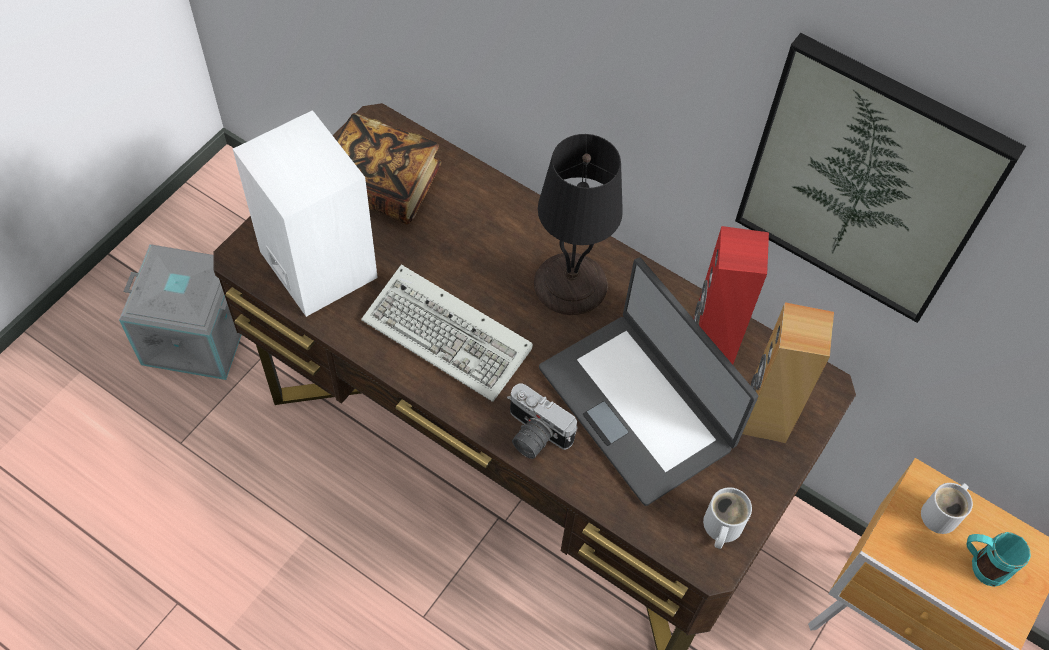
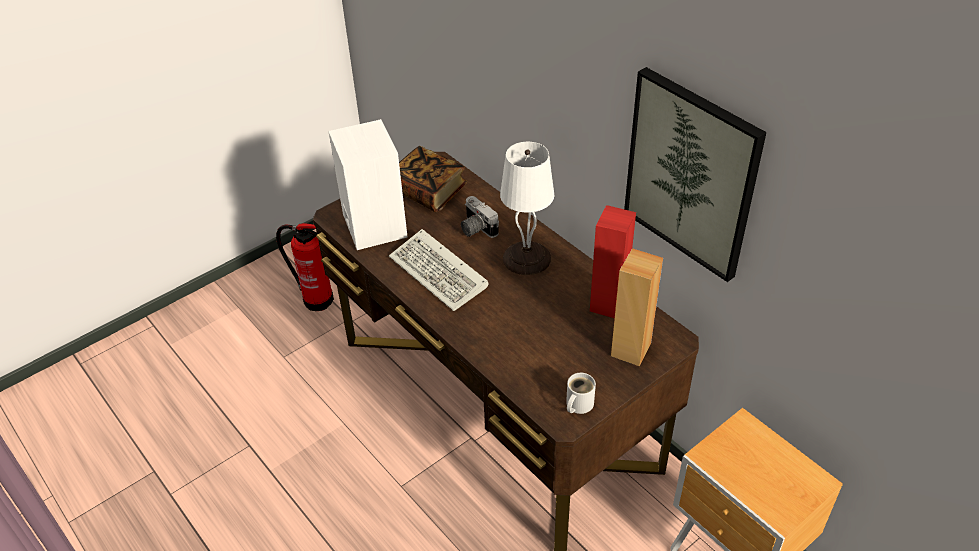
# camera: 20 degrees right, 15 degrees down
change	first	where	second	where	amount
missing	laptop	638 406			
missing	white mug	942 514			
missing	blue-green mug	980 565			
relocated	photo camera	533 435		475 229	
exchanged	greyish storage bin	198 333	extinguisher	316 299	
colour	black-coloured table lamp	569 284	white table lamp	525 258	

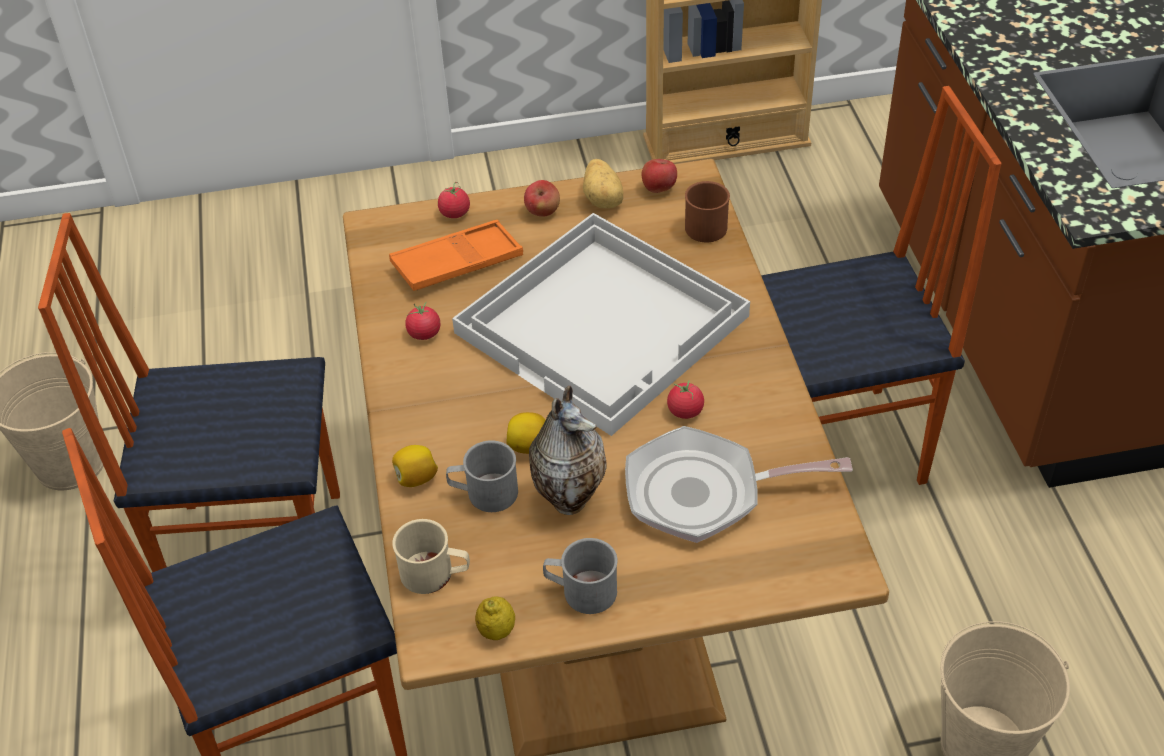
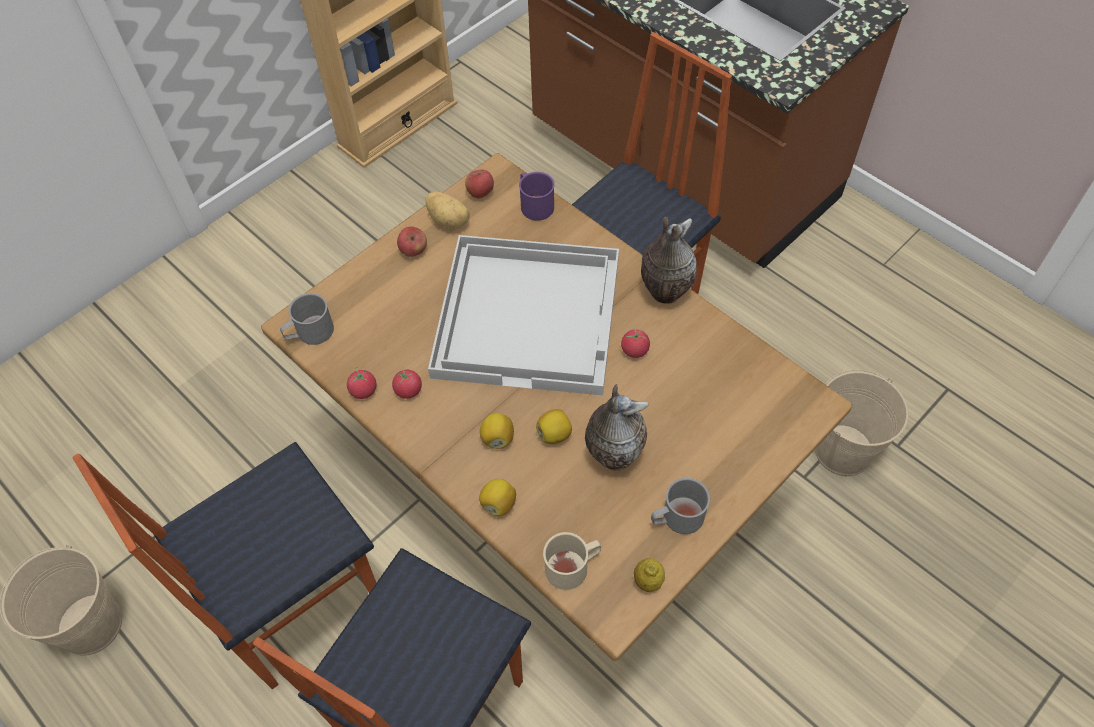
# camera: 35 degrees left, 10 degrees up
change	first	where	second	where	amount
missing	orange-coloured tray	457 263			
missing	pan	704 493			
appeared			citrus fruit	497 438	
appeared			decorative vase	663 293	
relocated	tomato	455 213		363 390	
relocated	greyish mug	484 493		310 333	
colour	brown mug	706 223	purplish mug	534 204	

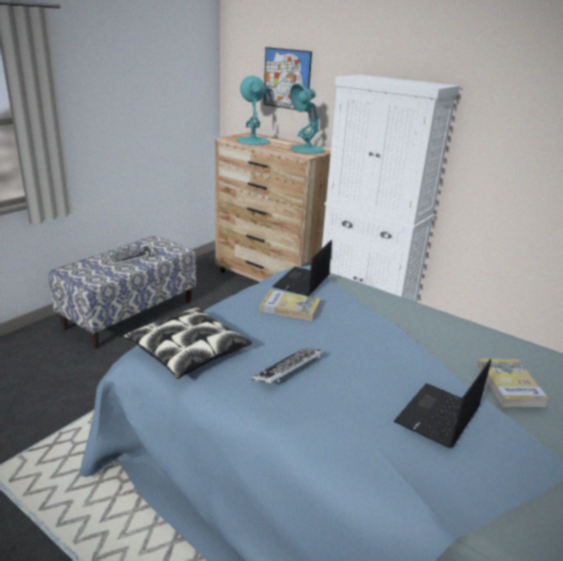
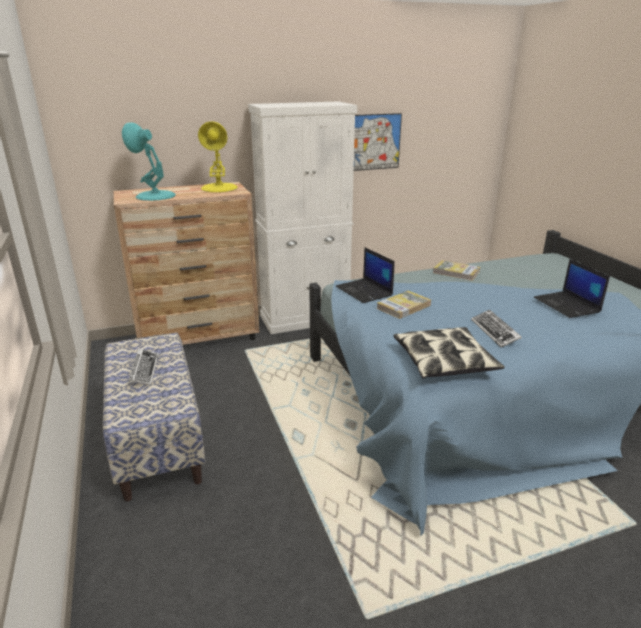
# camera: 55 degrees left, 0 degrees up
change	first	where	second	where	amount
relocated	wall picture	287 79		375 142	
relocated	volume	509 385		456 272	
colour	blue-green table lamp	307 149	yellow table lamp	219 188	

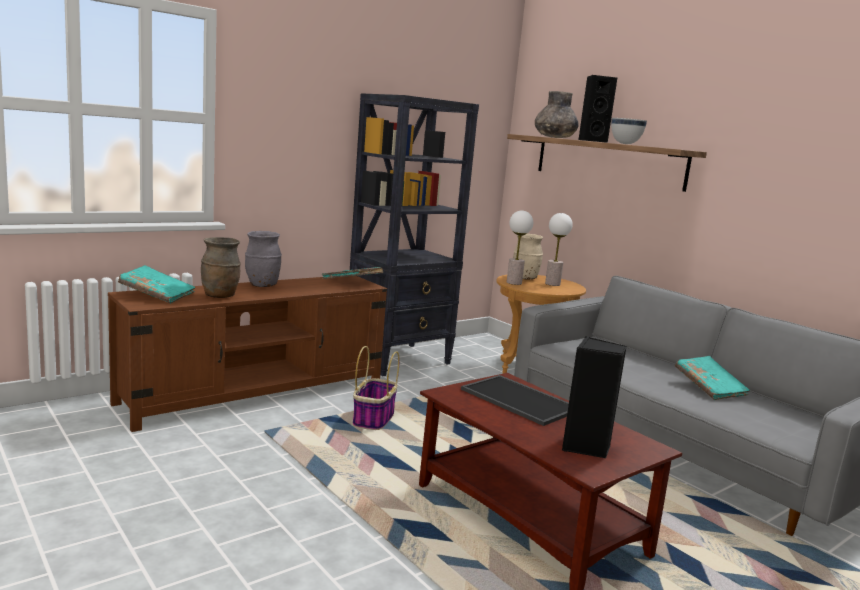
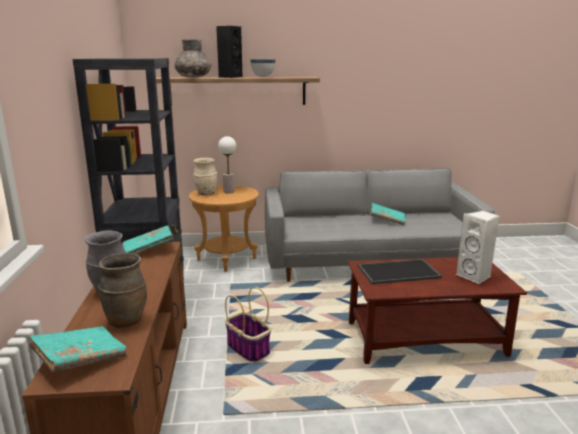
# camera: 55 degrees left, 5 degrees up
change	first	where	second	where	amount
missing	table lamp	514 283			
colour	black-coloured audio speaker	586 447	white audio speaker	475 276	

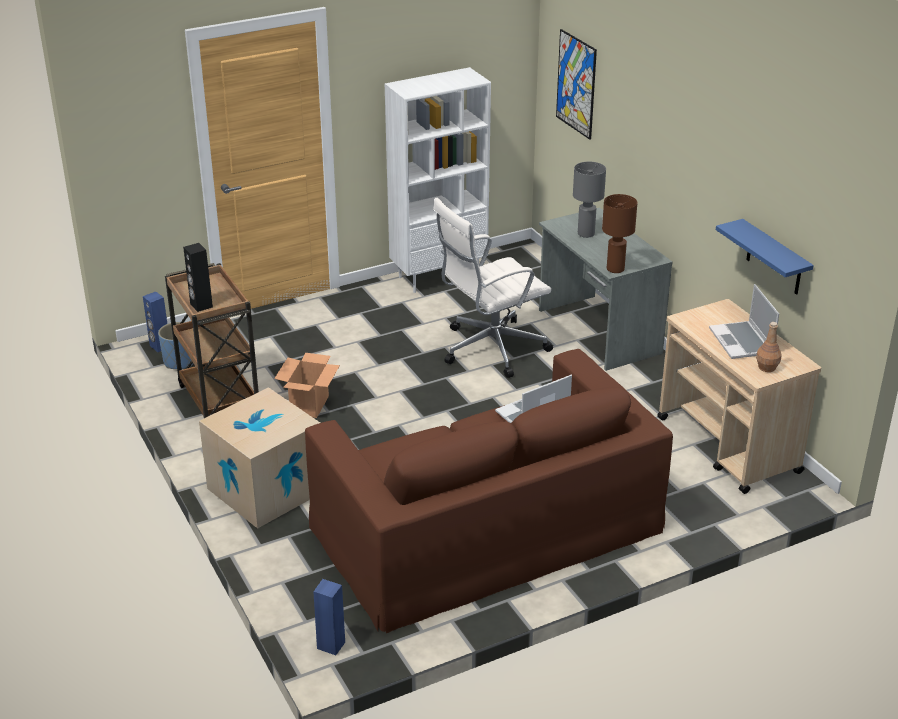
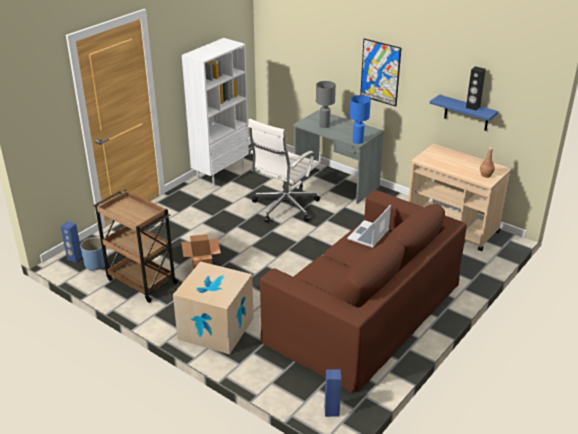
# camera: 25 degrees left, 0 degrees up
change	first	where	second	where	amount
missing	laptop	742 342			
relocated	black-coloured audio speaker	201 305		472 107	
relocated	wall picture	576 84		380 72	
colour	brown table lamp	616 269	blue table lamp	358 141	

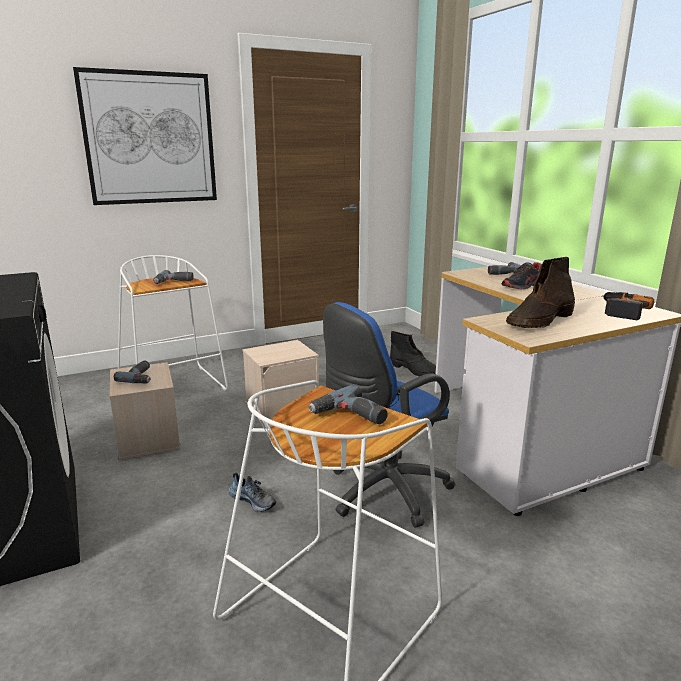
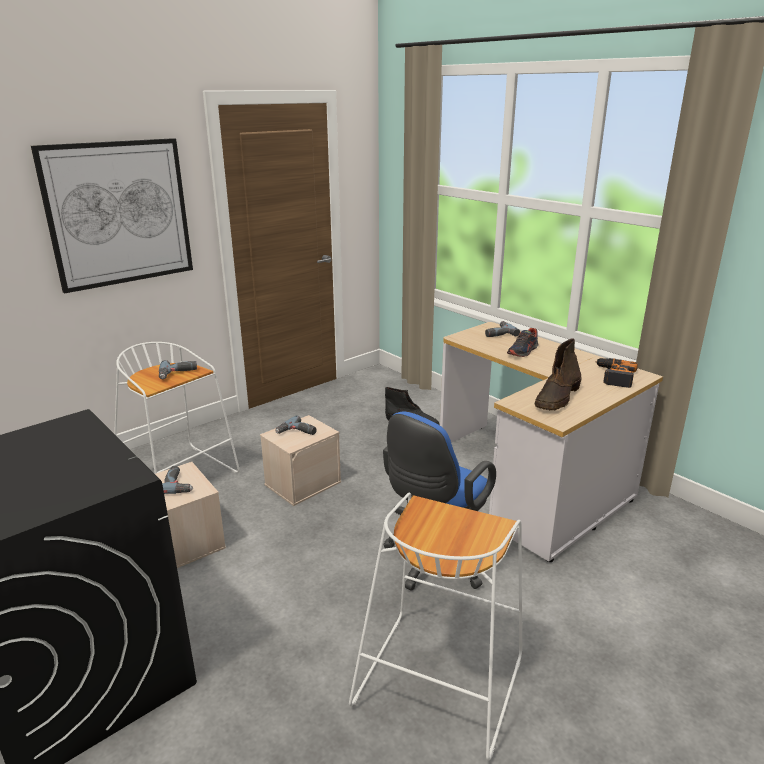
# camera: 15 degrees left, 5 degrees up
change	first	where	second	where	amount
missing	shoe	253 500			
relocated	drill	349 416		296 432	

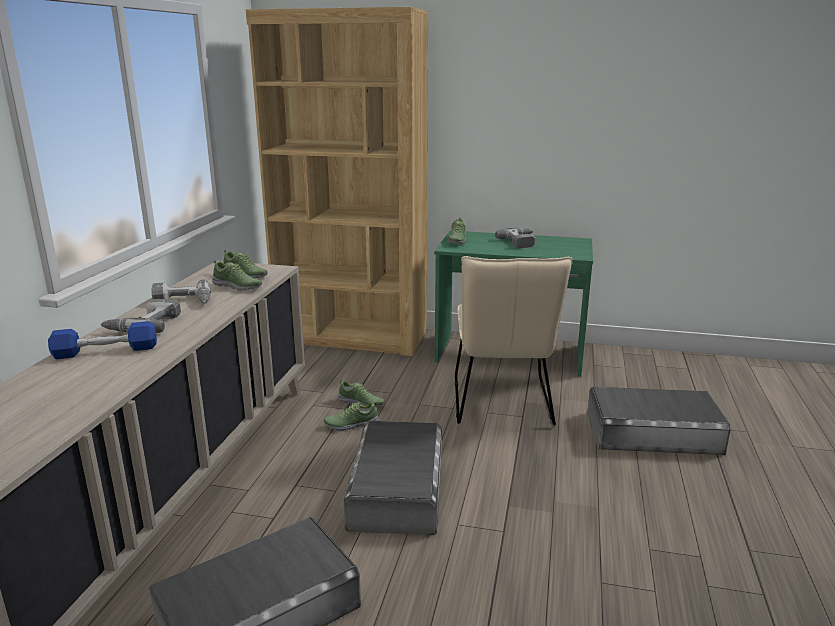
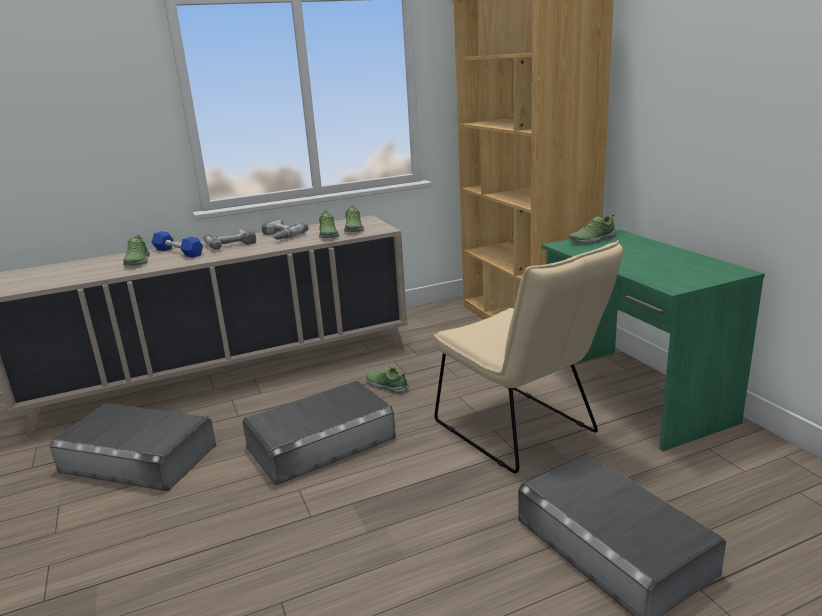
# camera: 55 degrees right, 0 degrees up
change	first	where	second	where	amount
missing	drill	522 242			
relocated	shoe	361 403		137 261	
spun	sand-coloured chair	502 404		521 432	90 degrees counterclockwise

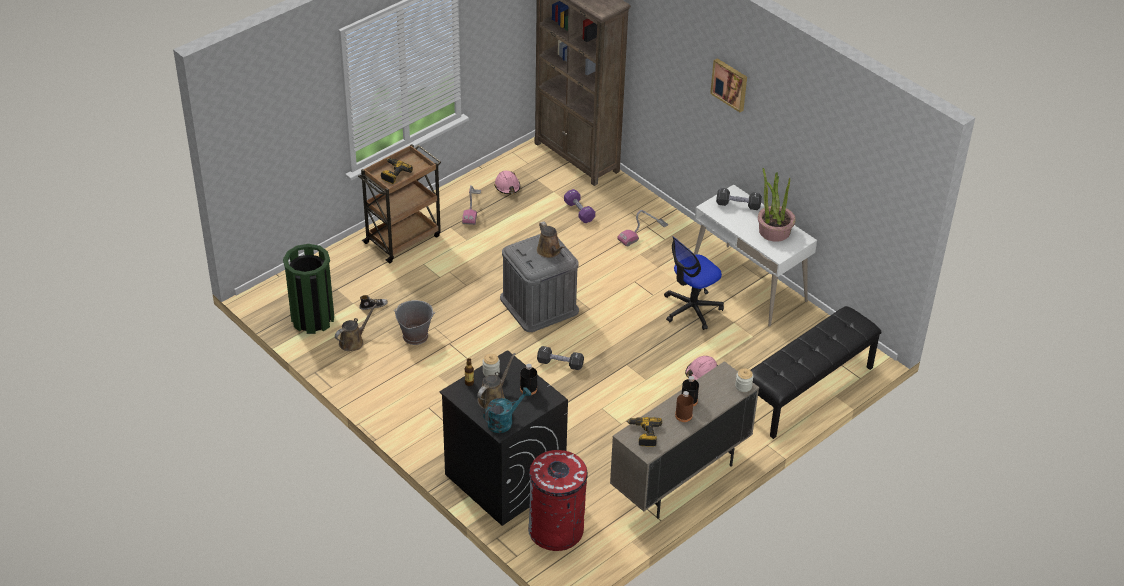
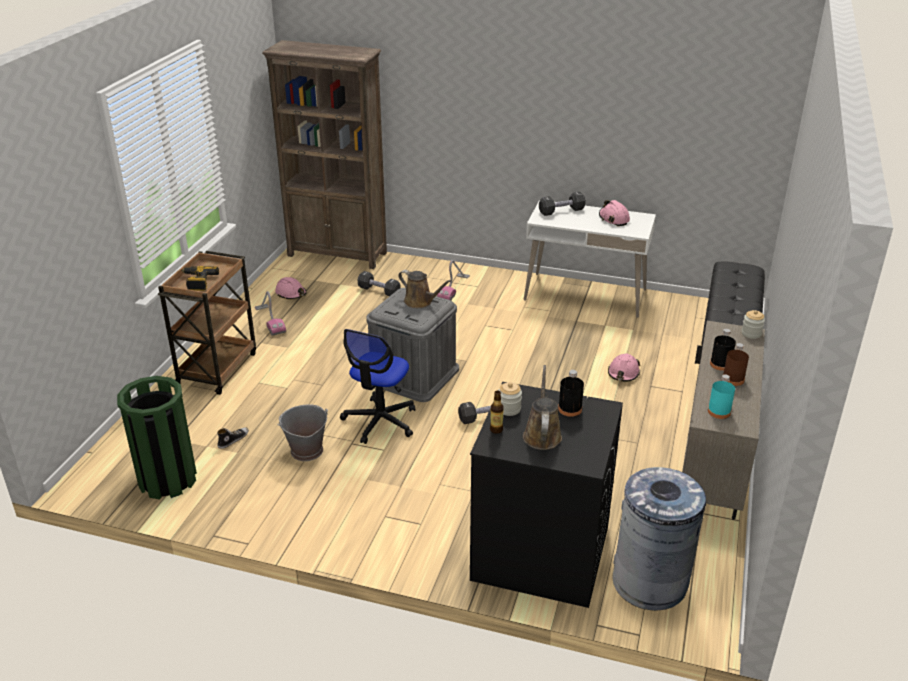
# camera: 30 degrees left, 10 degrees down
change	first	where	second	where	amount
missing	brown sprinkling can	353 341			
missing	blue-green sprinkling can	504 421			
missing	wall picture	730 84			
relocated	computer chair	691 309		380 421	
exchanged	drill	644 434	blue-green drink bottle	719 412	
exchanged	potted plant	774 231	pinkish hard hat	613 218	
colour	red-coloured trash can	556 530	greyish trash can	650 582	
colour	purplish hand weight	579 211	black-coloured hand weight	379 291	

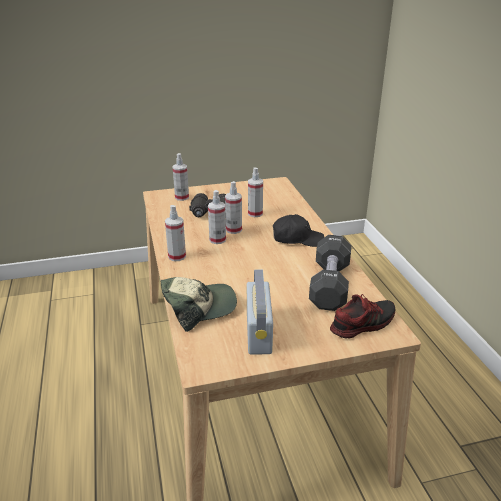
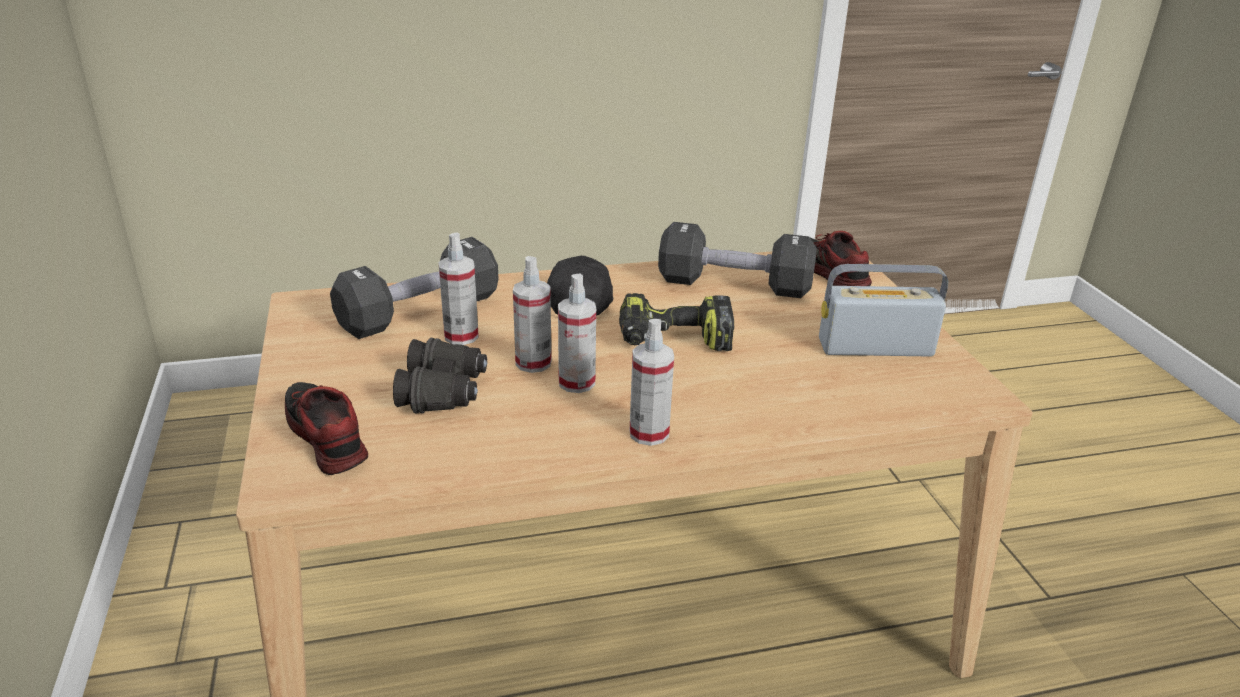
# camera: 90 degrees left, 0 degrees up
change	first	where	second	where	amount
missing	cap	198 307			
appeared			black-coloured hand weight	420 313	
appeared			drill	673 340	
exchanged	hand sprayer	182 197	shoe	324 438	

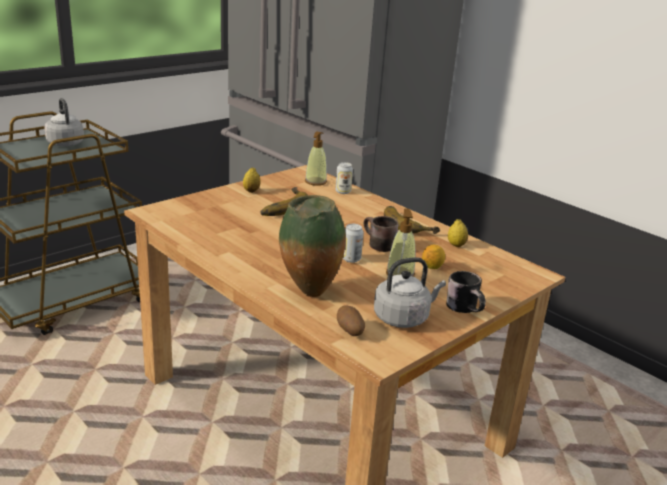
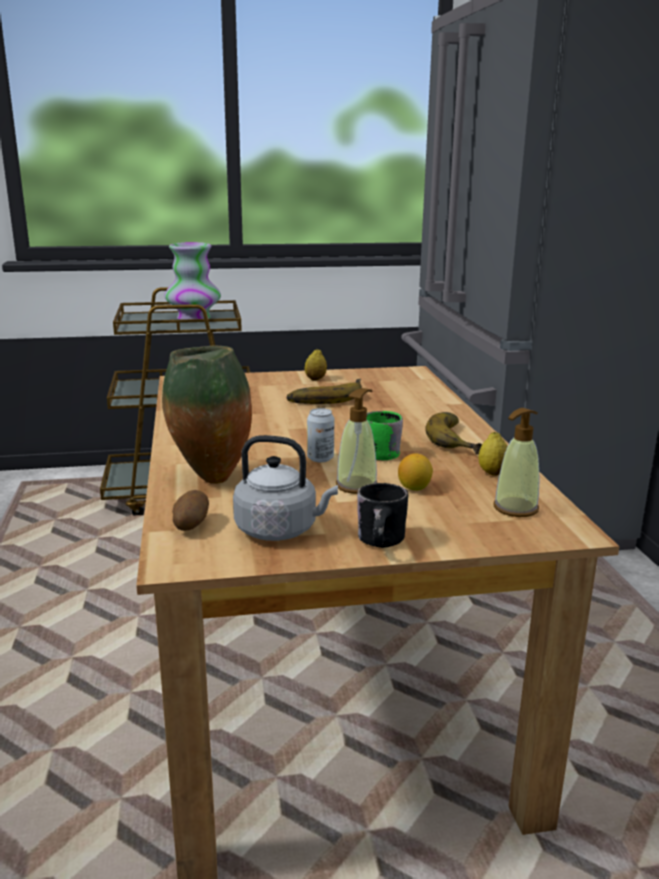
# camera: 35 degrees right, 5 degrees down
change	first	where	second	where	amount
missing	sealed can	343 191			
relocated	liquid soap bottle	315 182		515 508	
exchanged	greyish tea kettle	65 143	decorative vase	193 318	
colour	brown mug	376 245	green mug	376 451	

